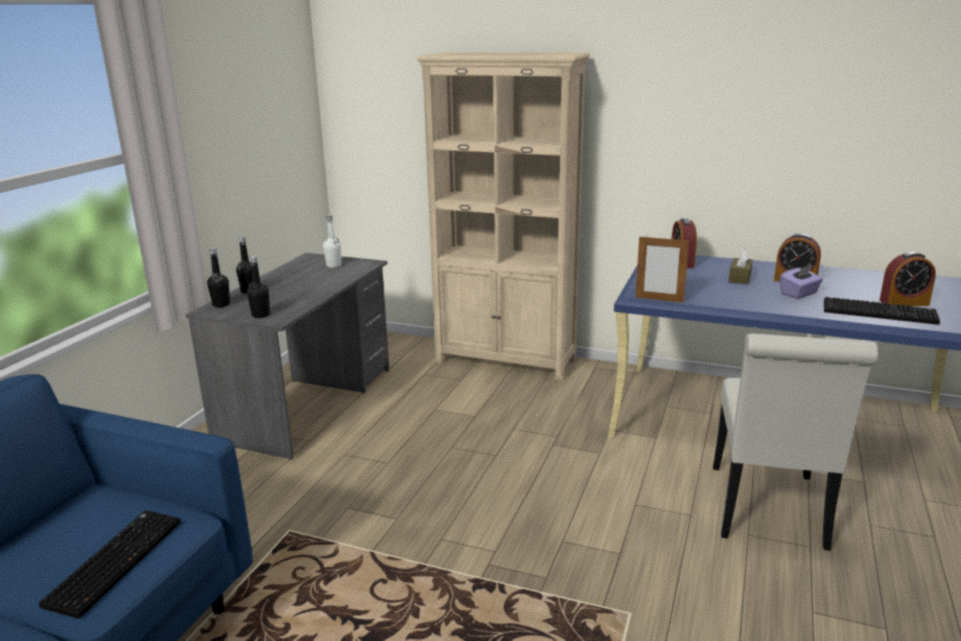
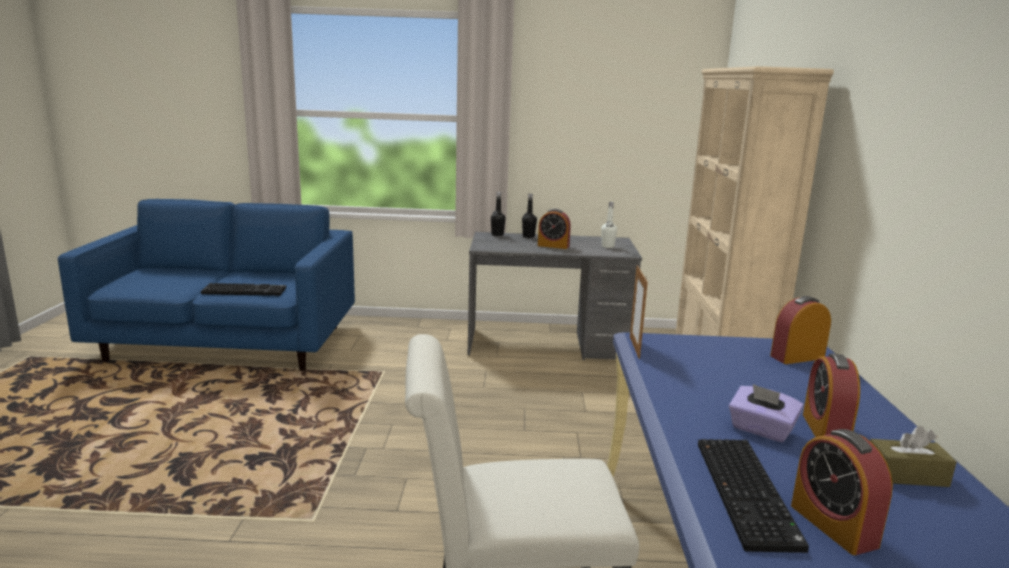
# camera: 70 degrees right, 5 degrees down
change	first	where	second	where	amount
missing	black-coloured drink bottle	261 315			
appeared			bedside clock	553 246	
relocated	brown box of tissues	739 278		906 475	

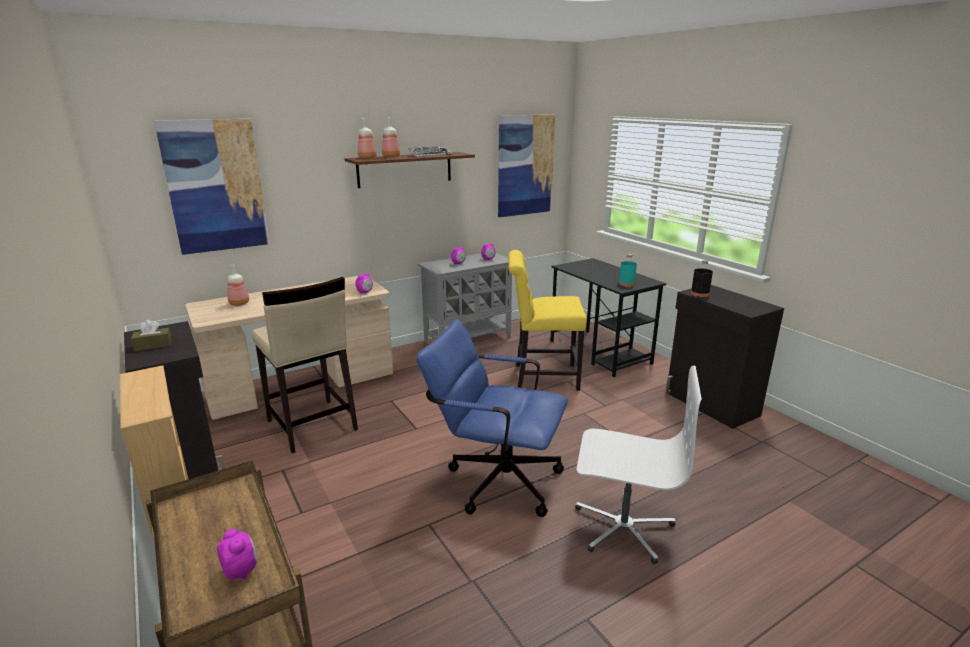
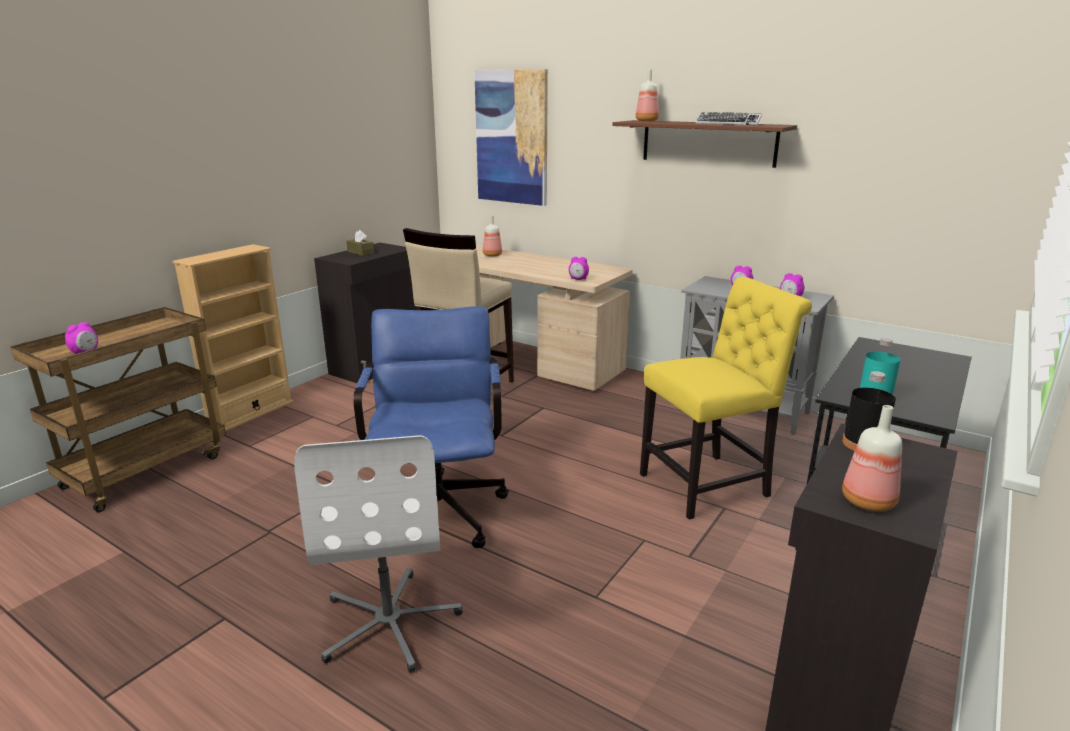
# camera: 65 degrees right, 0 degrees up
change	first	where	second	where	amount
missing	wall picture	525 165			
relocated	drink bottle	390 157		867 501	
spun	yellow chair	542 377		709 484	90 degrees clockwise

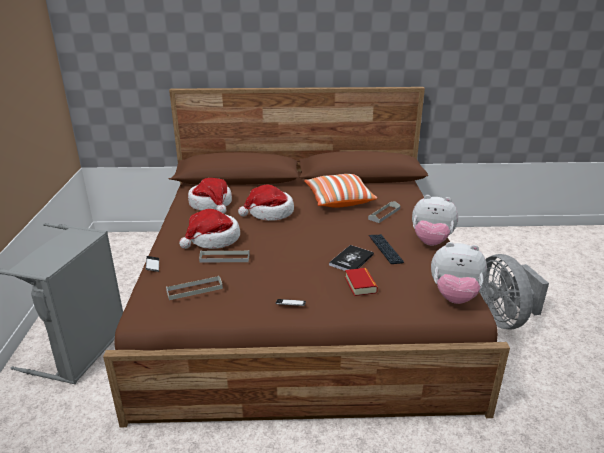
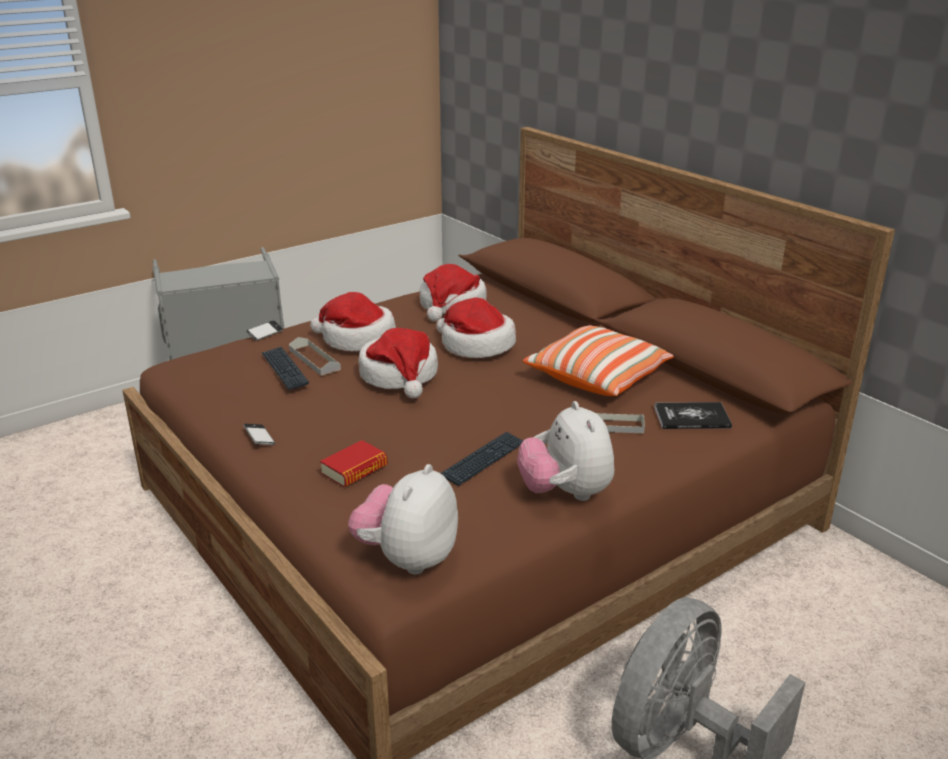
# camera: 55 degrees right, 0 degrees up
change	first	where	second	where	amount
missing	greyish tray	194 289			
appeared			computer keyboard	284 369	
appeared			clothing hat	400 376	
relocated	volume	351 260		692 417	
spun	plush toy	454 296		407 558	45 degrees clockwise

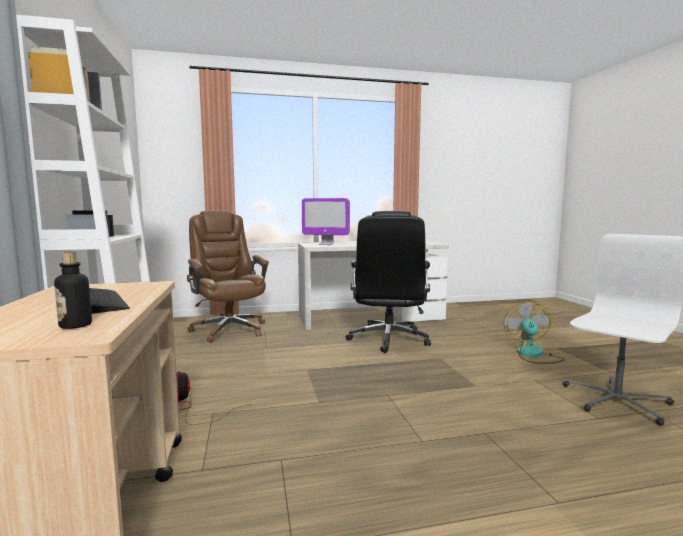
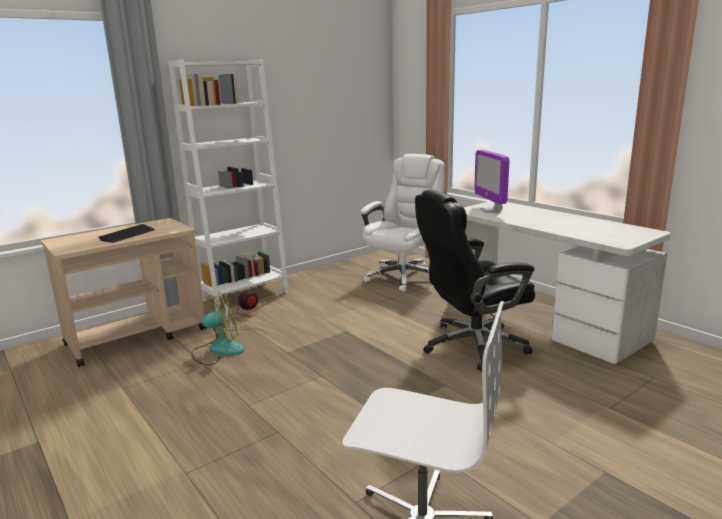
# camera: 65 degrees right, 10 degrees up
change	first	where	second	where	amount
missing	drink bottle	75 325			
relocated	cooling fan	533 355		218 350	
colour	brown computer chair	229 329	white computer chair	404 276	

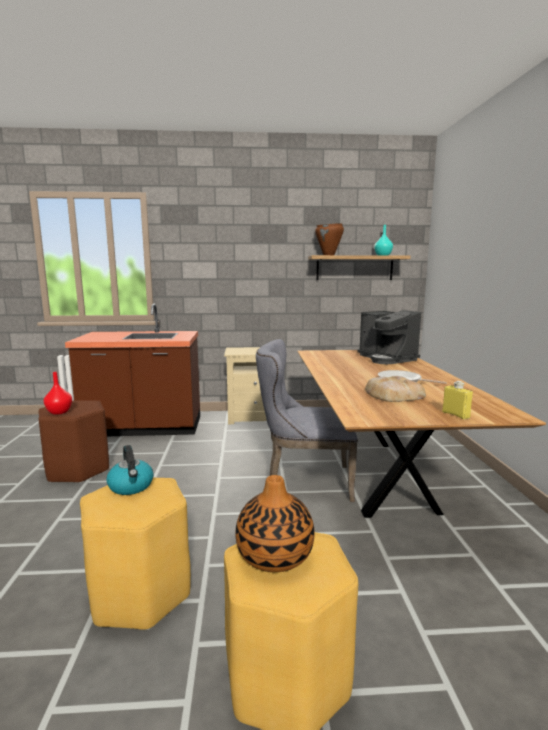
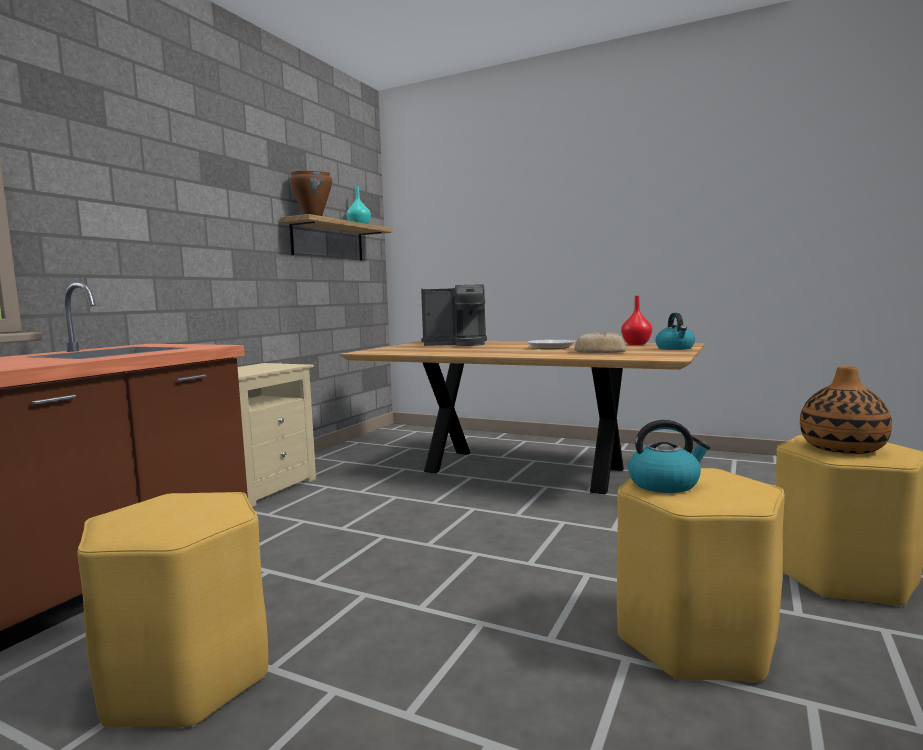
# camera: 60 degrees left, 5 degrees down
change	first	where	second	where	amount
missing	greyish chair	303 481			
relocated	red-coloured decorative vase	59 412		635 344	
exchanged	yellow drink bottle	455 415	tea kettle	675 348	
colour	brown stool	78 469	yellow stool	187 677	

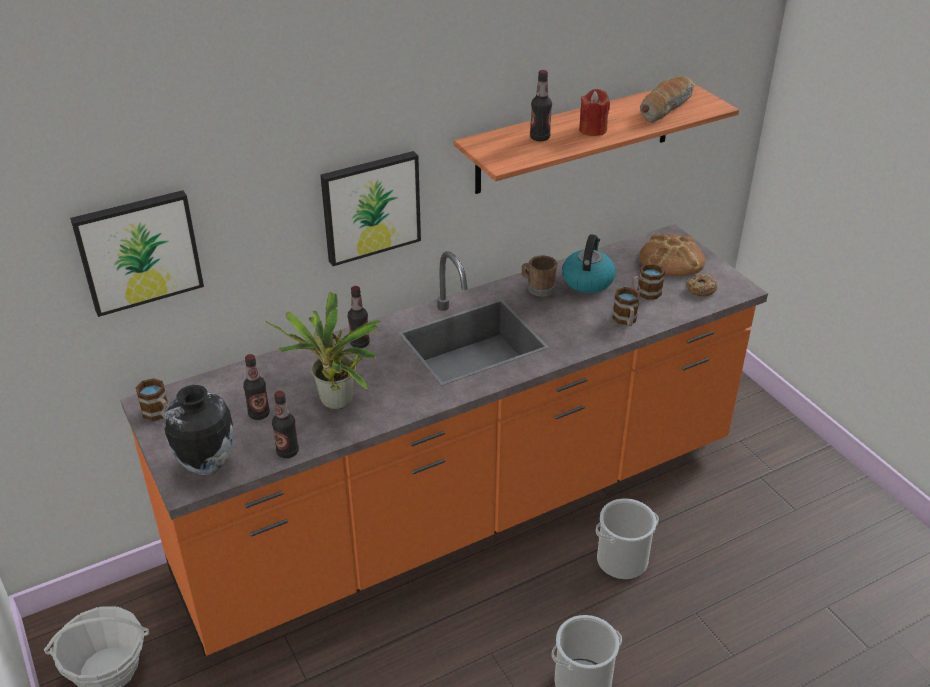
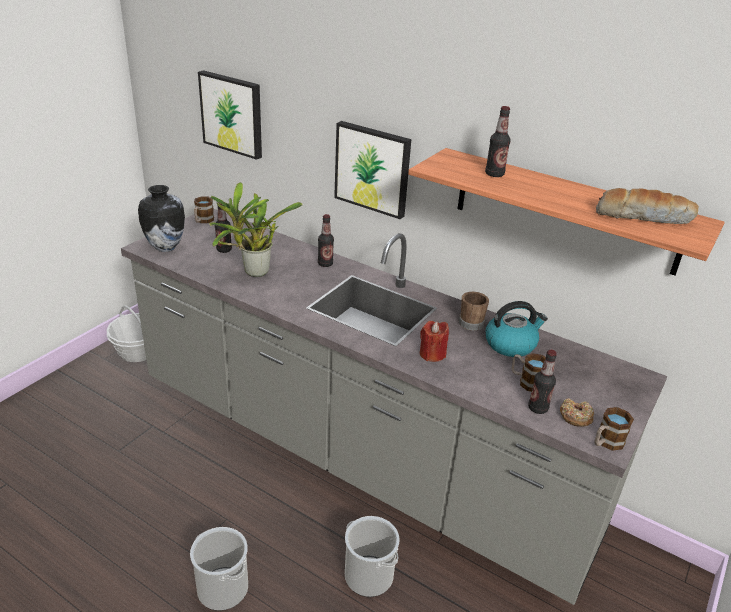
# camera: 60 degrees right, 5 degrees down
change	first	where	second	where	amount
missing	bakery bread	671 259			
relocated	drink bottle	287 452		537 408	
relocated	red-coloured candle	592 130		432 354	
relocated	mug	626 320		606 442	
colour	orange-coloured counter	465 511	greyish counter	356 456	

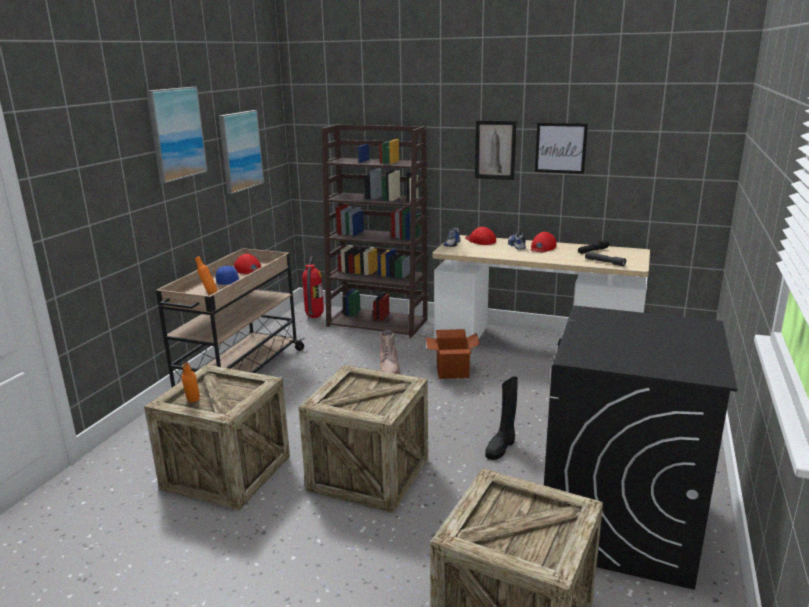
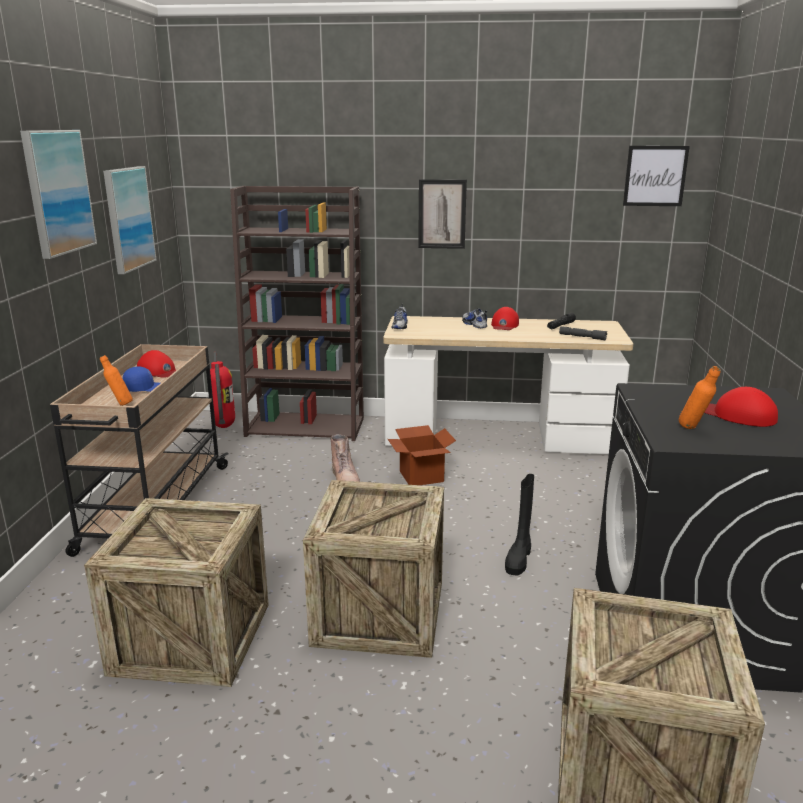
# camera: 15 degrees left, 0 degrees up
change	first	where	second	where	amount
relocated	orange-coloured drink bottle	193 403		694 429	
relocated	red-coloured cap	480 240		737 415	
relocated	wall picture	560 148		655 176	

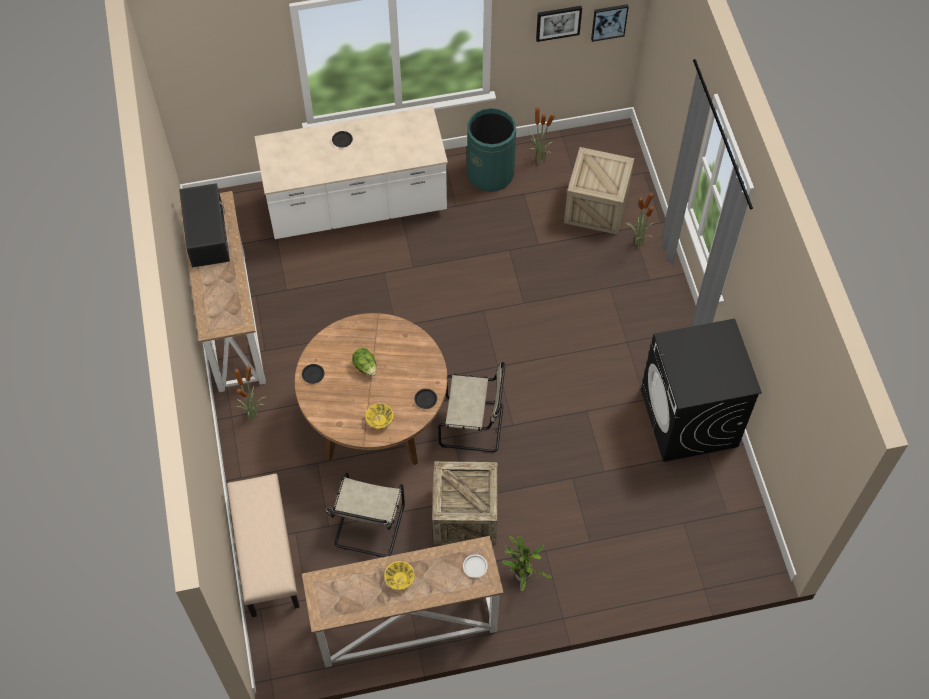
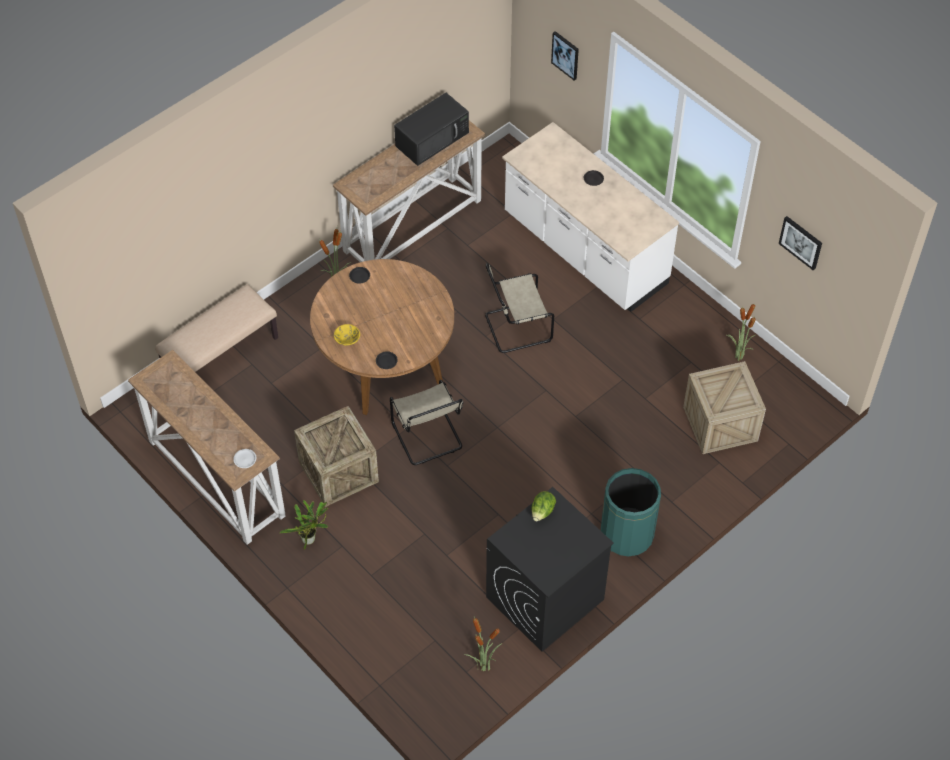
# camera: 60 degrees right, 5 degrees down
change	first	where	second	where	amount
missing	yellow serving bowl	399 579			
relocated	sand-coloured chair	368 528		515 328	
relocated	head of lettuce	365 367		542 512	
relocated	green trash can	490 173		627 534	
relocated	wall picture	609 21		565 55	
relocated	potted plant	637 243		483 666	

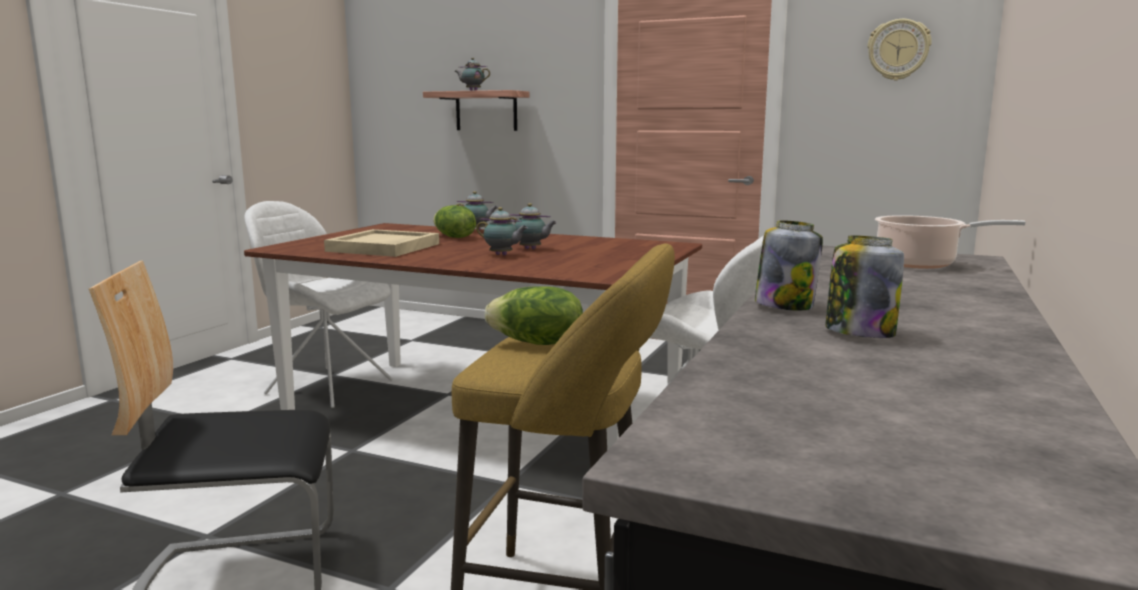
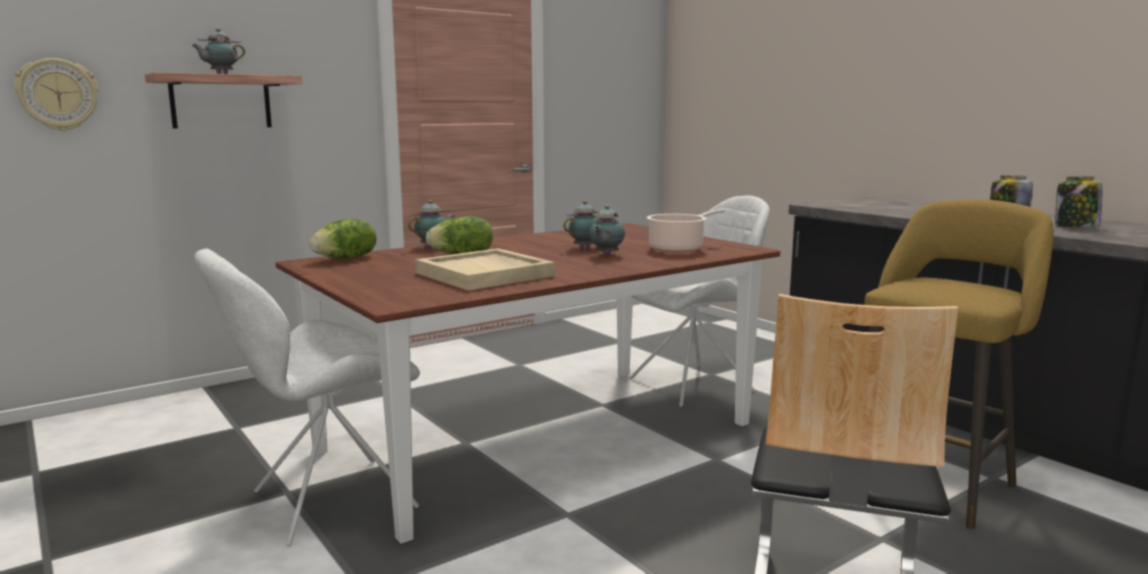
# camera: 60 degrees left, 0 degrees up
change	first	where	second	where	amount
relocated	head of lettuce	537 343		346 258	
relocated	hanging clock	898 50		58 94	
relocated	saucepot	921 264		678 248	
spun	teapot	502 255		605 255	150 degrees clockwise

